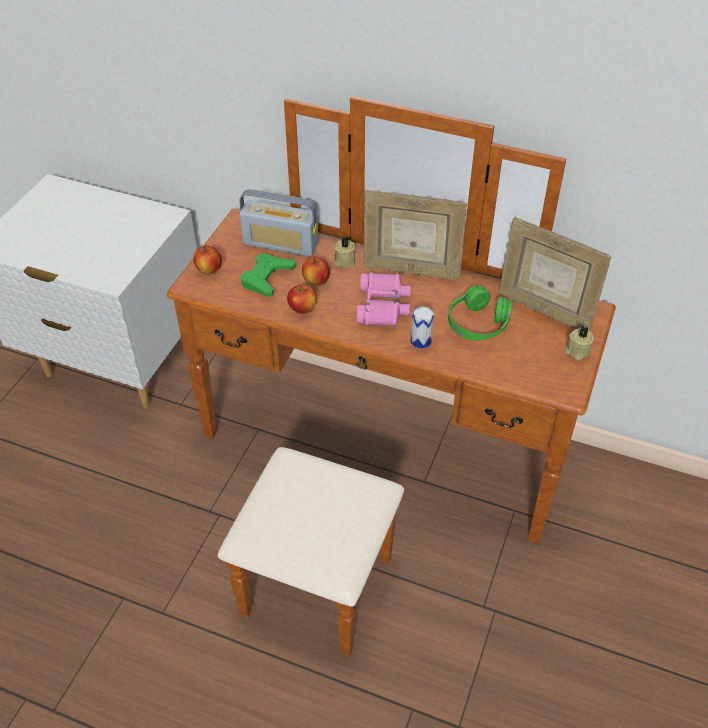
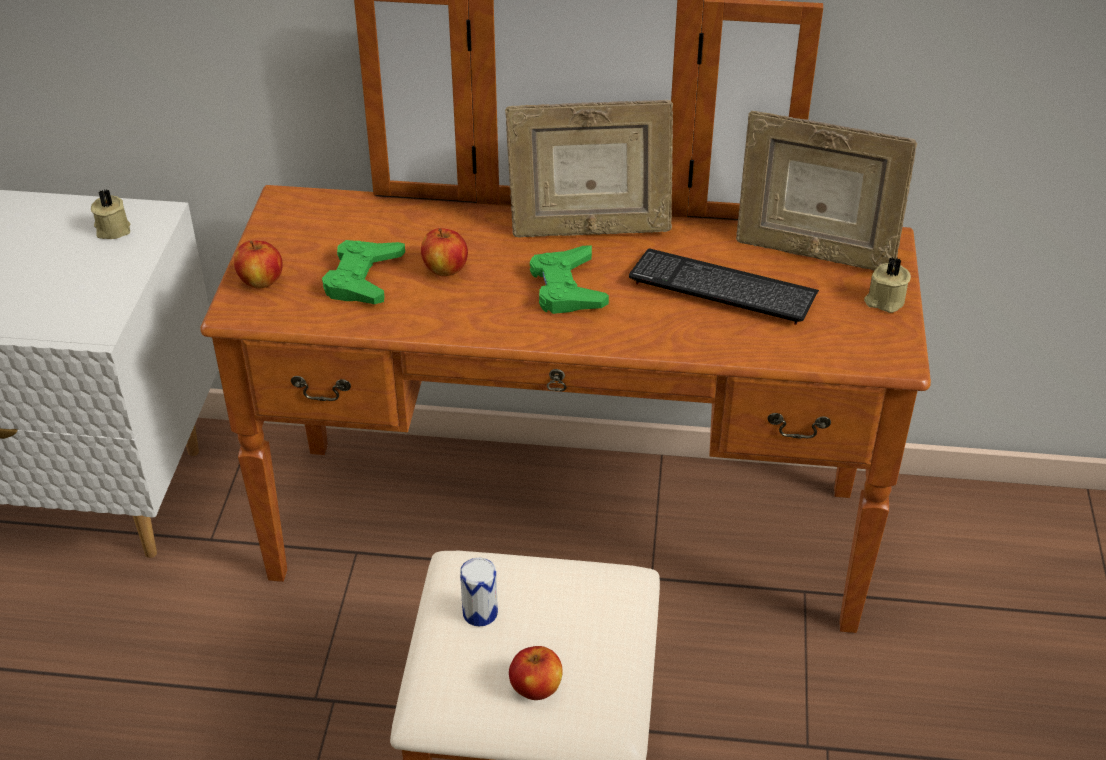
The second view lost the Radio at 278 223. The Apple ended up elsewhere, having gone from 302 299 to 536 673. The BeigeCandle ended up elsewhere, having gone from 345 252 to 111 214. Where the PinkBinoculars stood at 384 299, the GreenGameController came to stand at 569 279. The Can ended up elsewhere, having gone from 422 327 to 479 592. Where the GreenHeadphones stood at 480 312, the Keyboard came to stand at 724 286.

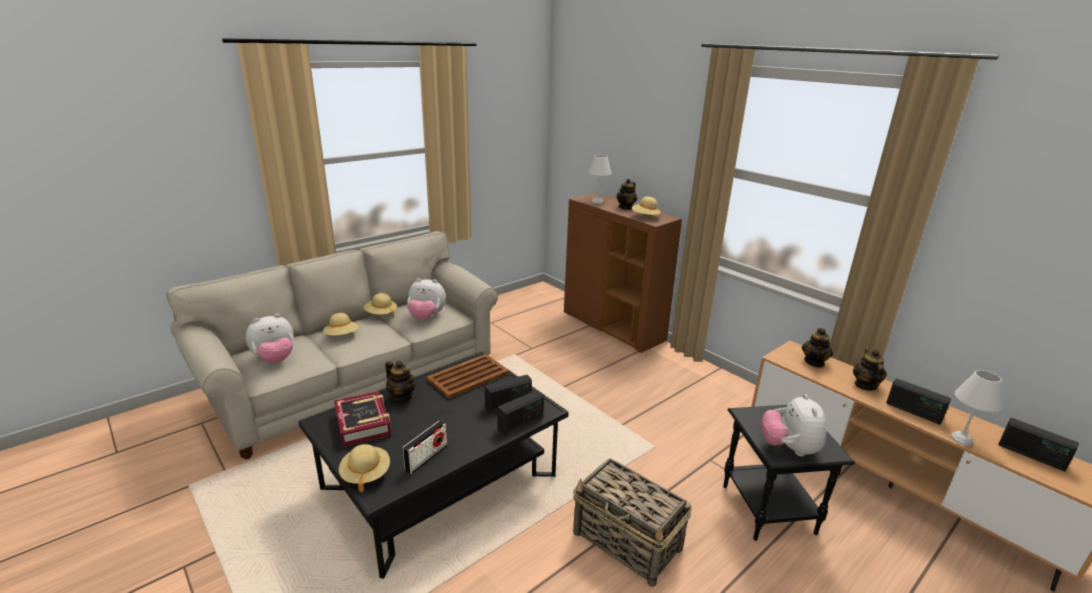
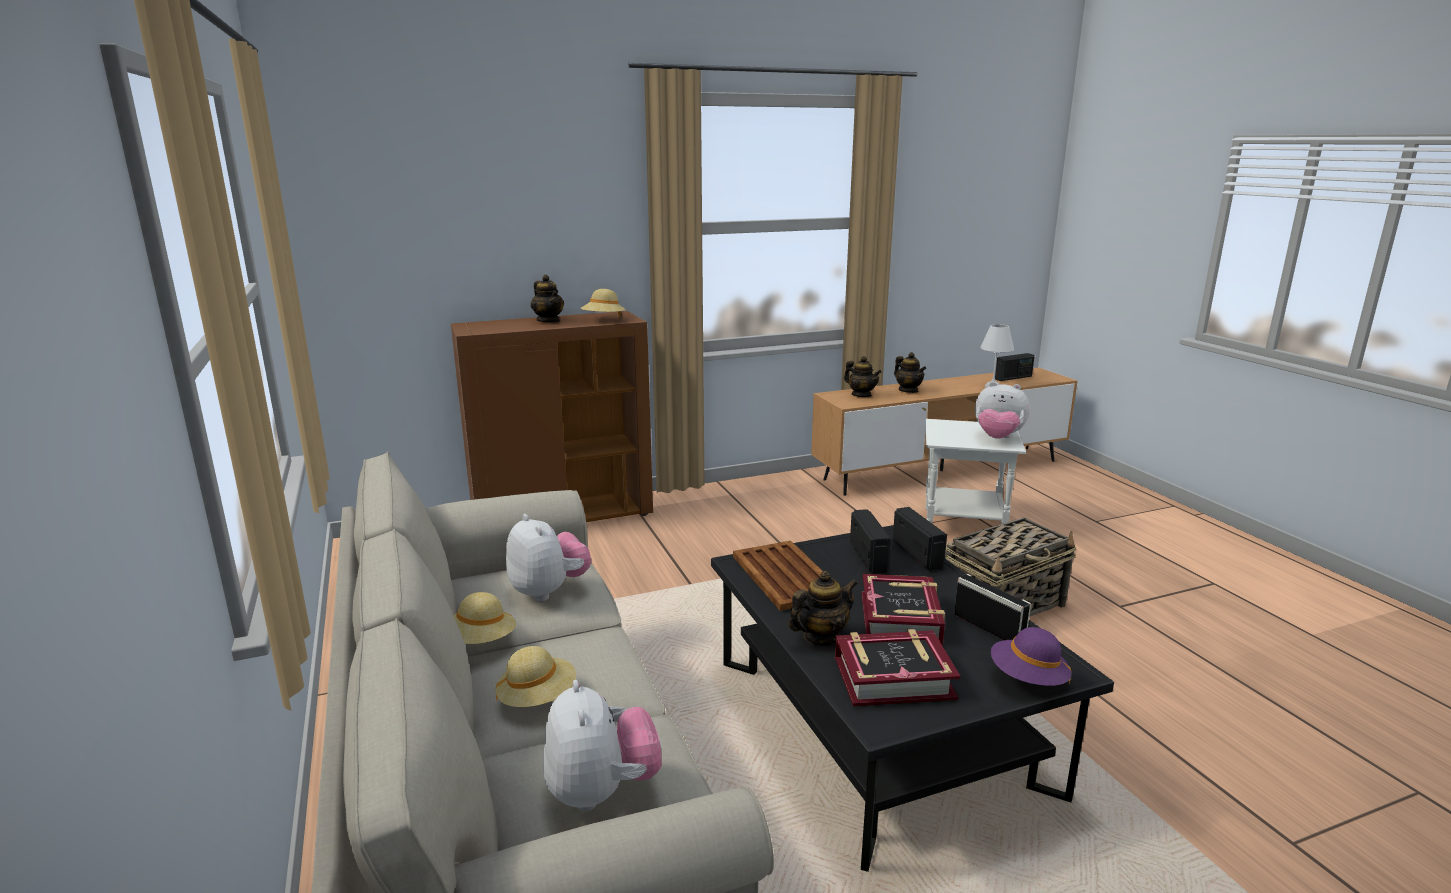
What was the BeigeHat at 364 468 turned into the PurpleHat at 1031 656. The PlushToy at 426 299 ended up facing another way, 60 degrees counterclockwise from before. The second view lost the WhiteTableLamp at 600 179. What was the BlackSideTable at 789 473 turned into the WhiteSideTable at 975 471. The Teapot at 870 370 ended up facing another way, 150 degrees counterclockwise from before. The second view lost the Radio at 918 401. The second view gained the Book at 903 610.

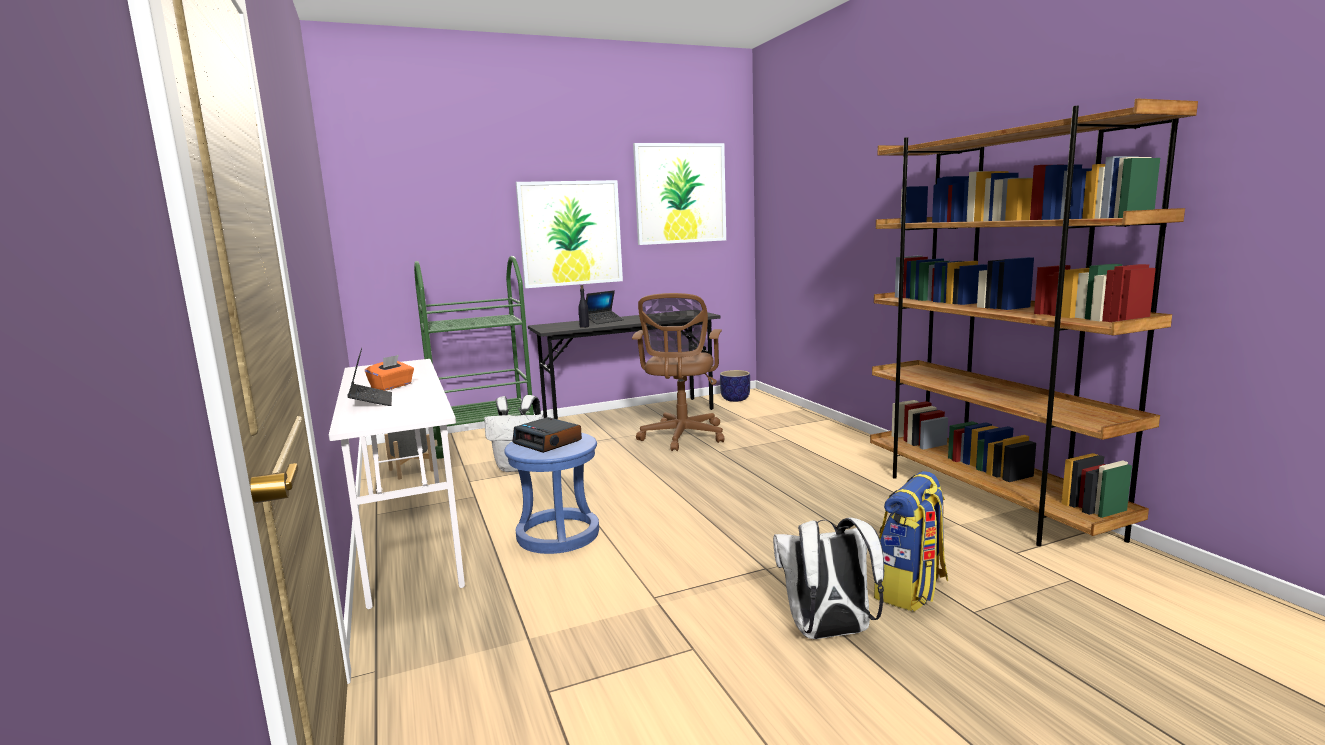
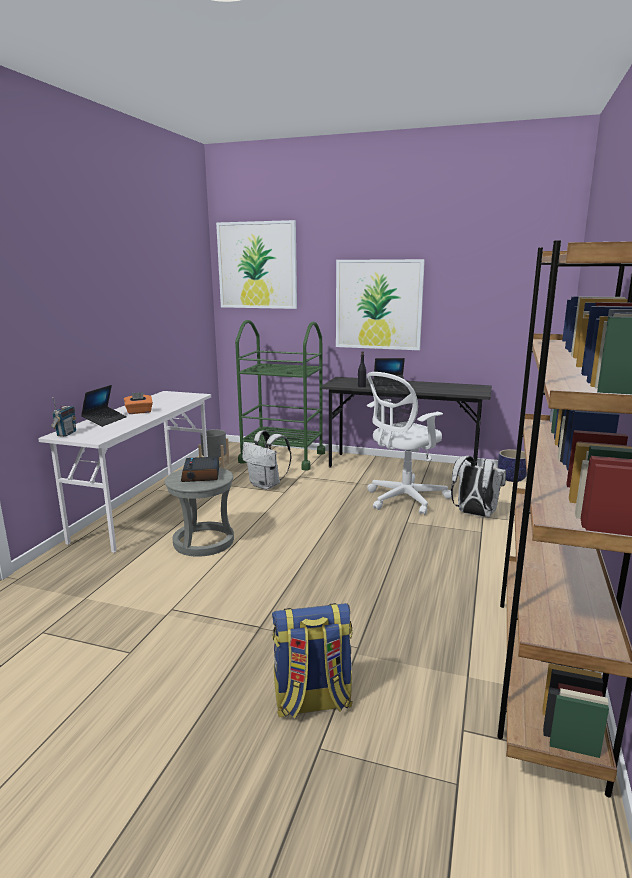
What was the BlueStool at 551 493 turned into the GreyStool at 199 512. What was the BrownOfficeChair at 678 372 turned into the WhiteOfficeChair at 409 443. The Picture ended up elsewhere, having gone from 679 194 to 256 264. The WhiteBackpack ended up elsewhere, having gone from 828 578 to 478 486. The second view gained the Radio at 63 417.

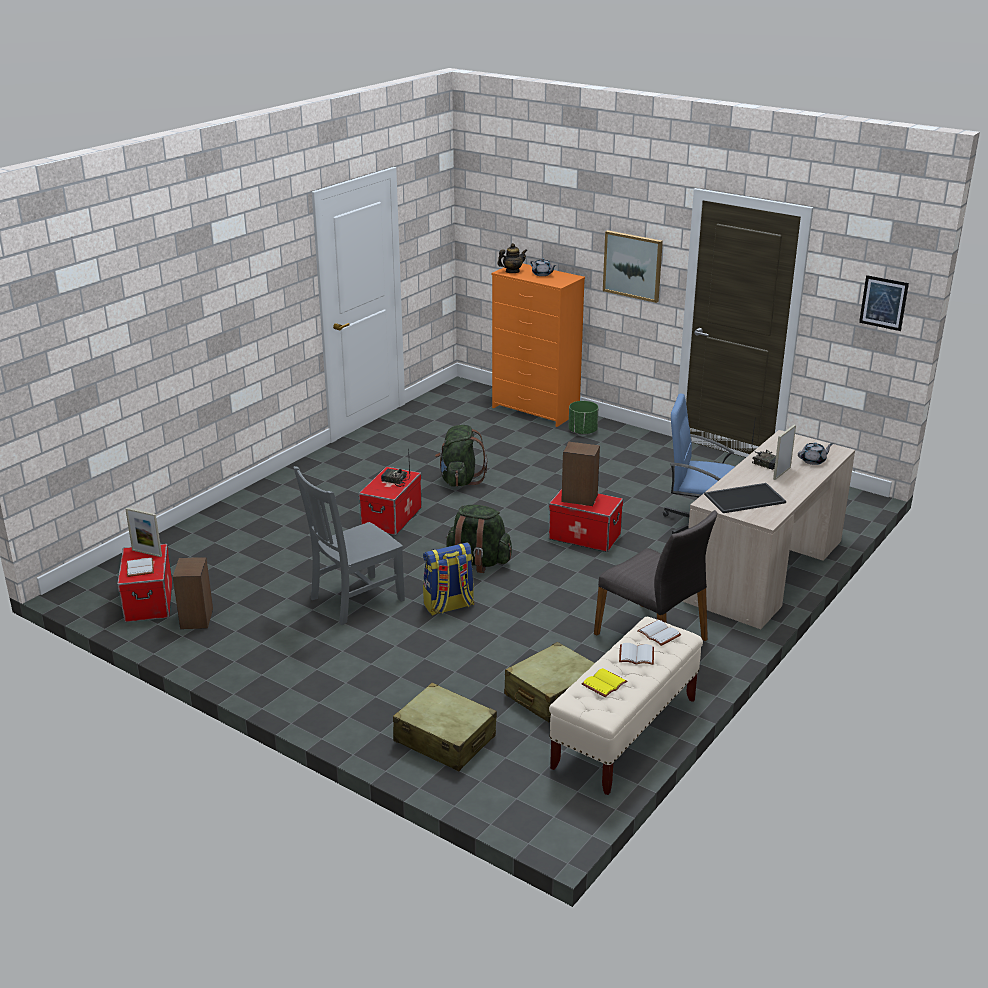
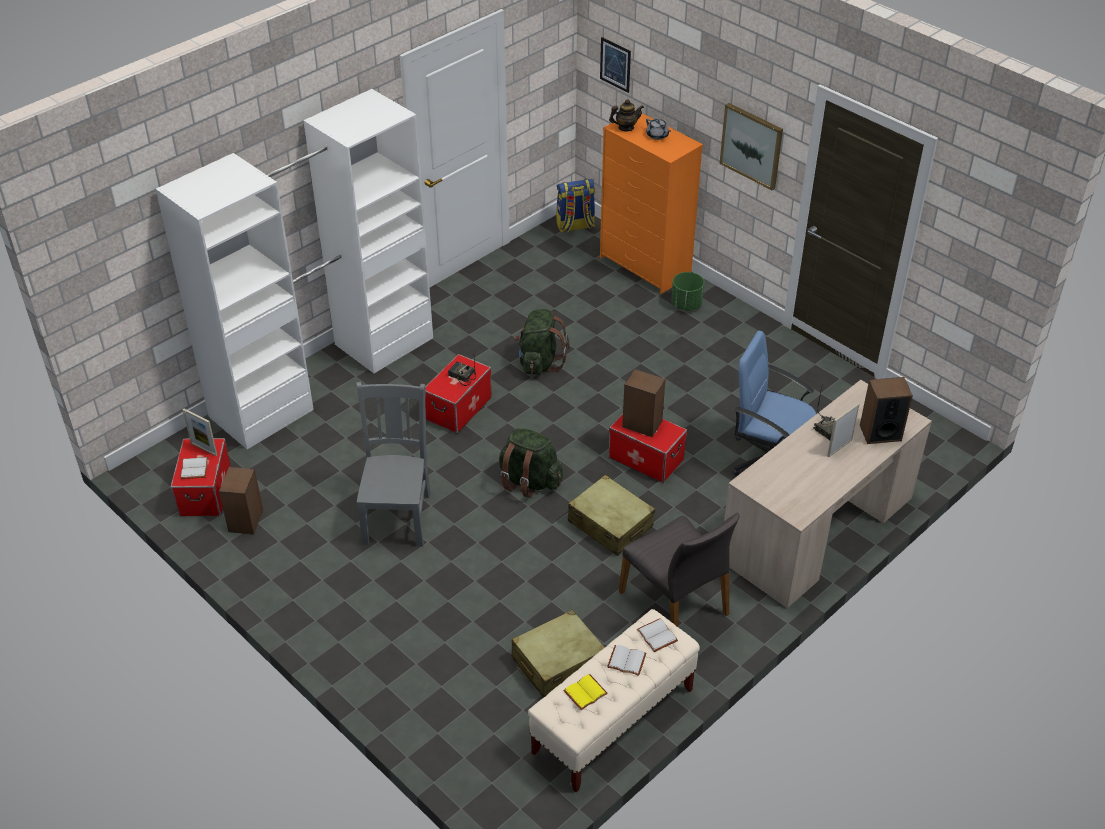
The GreyChair at 349 545 ended up facing another way, 120 degrees clockwise from before. The BeigeSuitcase ended up elsewhere, having gone from 445 727 to 611 515. The Backpack ended up elsewhere, having gone from 449 579 to 575 206. The second view lost the Tray at 745 498. Where the GreyTeapot stood at 815 454, the Speaker came to stand at 886 410. The Picture ended up elsewhere, having gone from 884 303 to 615 65. The second view gained the WhiteWardrobe at 294 269.

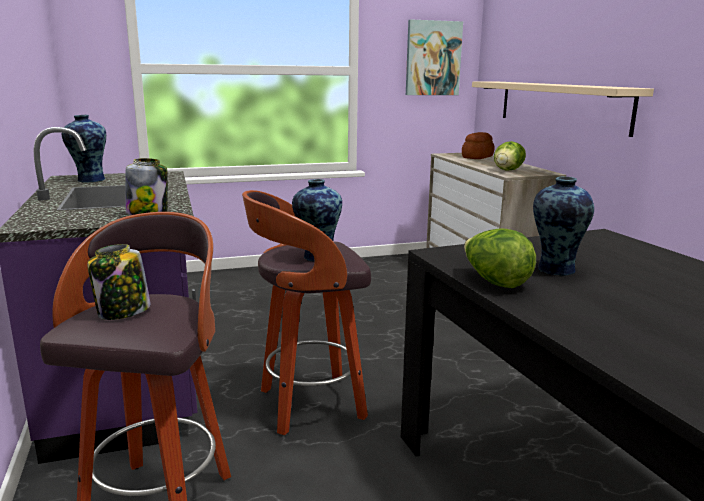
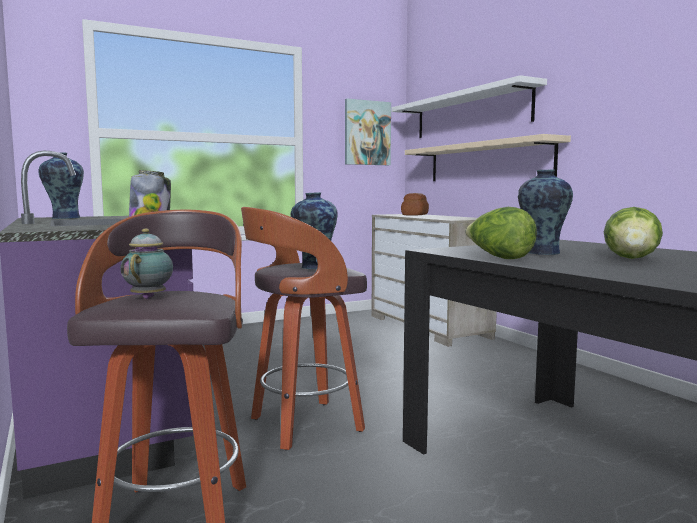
Where the Jar stood at 119 282, the Teapot came to stand at 146 263. The Lettuce ended up elsewhere, having gone from 510 155 to 633 233. The second view gained the WhiteShelf at 469 106.

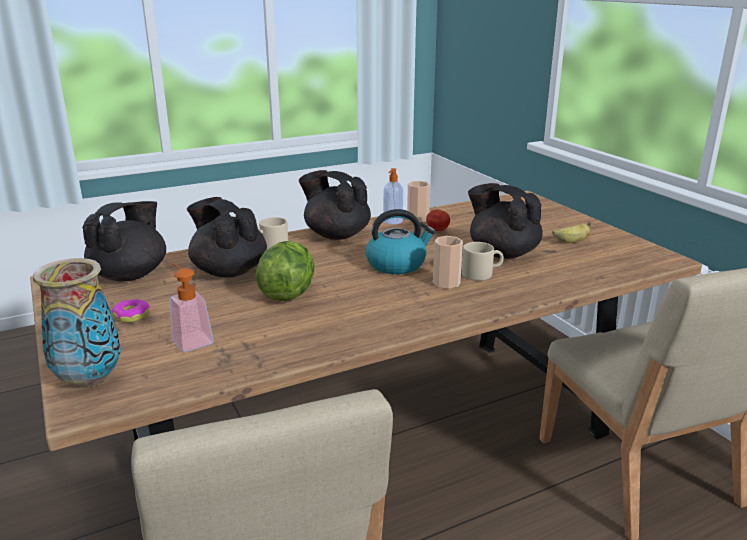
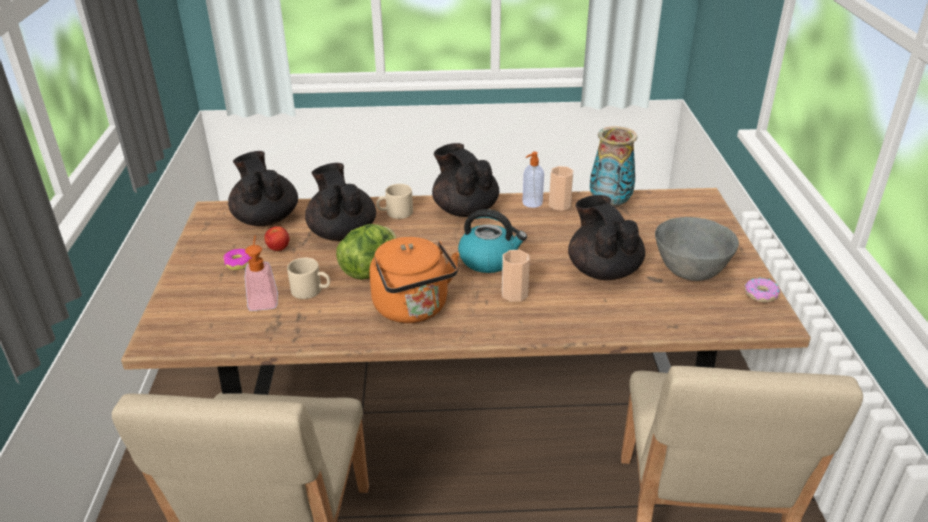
The Vase ended up elsewhere, having gone from 77 323 to 613 167. The BlackTeapot at 124 241 ended up facing another way, 75 degrees counterclockwise from before. The Tomato ended up elsewhere, having gone from 438 220 to 276 238. The BeigeMug ended up elsewhere, having gone from 483 261 to 308 278. Where the Banana stood at 571 232, the GreyBowl came to stand at 697 249. The second view gained the OrangeKettle at 414 280. The second view gained the Donut at 762 289.

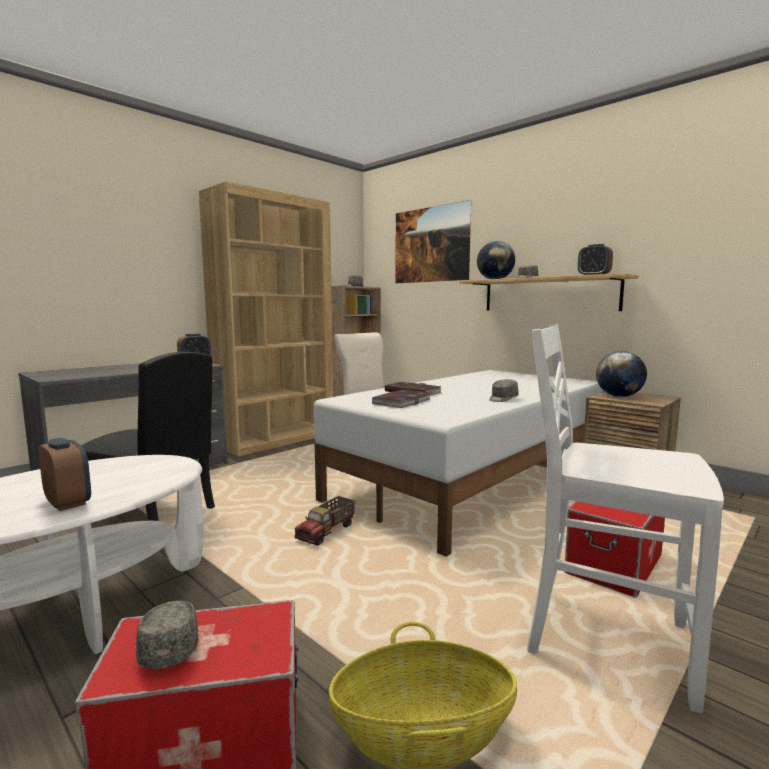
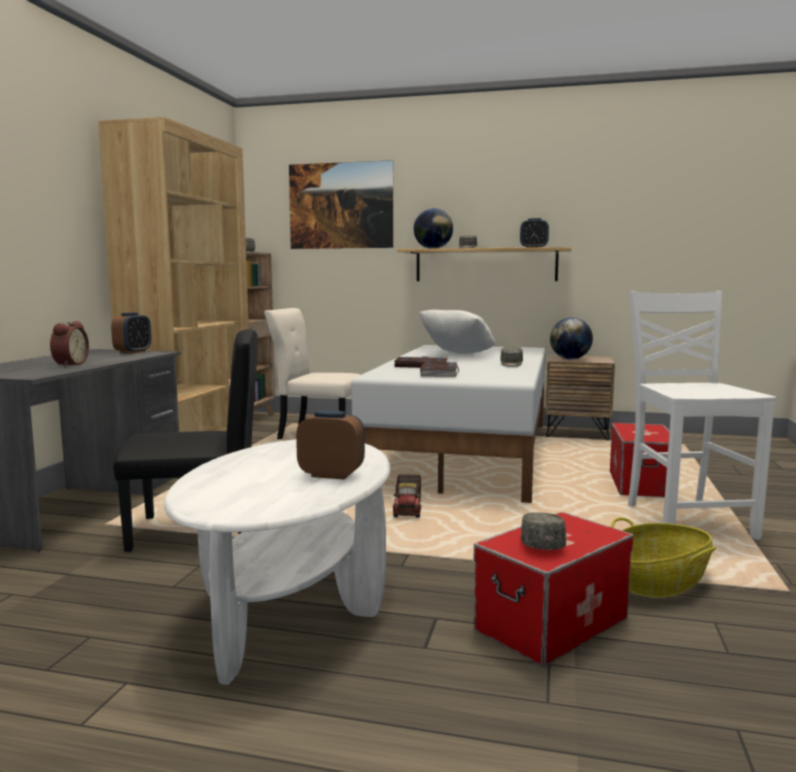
The GreyCap at 167 635 ended up facing another way, 45 degrees clockwise from before. The WhiteChair at 625 519 ended up facing another way, 90 degrees clockwise from before. The second view gained the AlarmClock at 69 344. The second view gained the WhitePillow at 457 332.

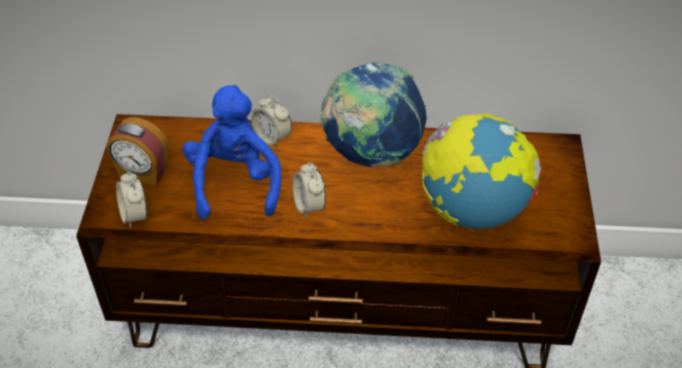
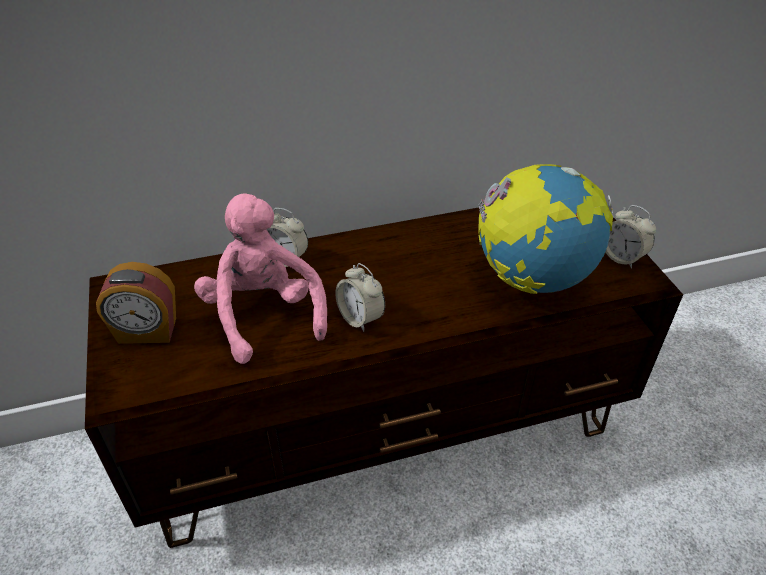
The AlarmClock ended up elsewhere, having gone from 131 199 to 630 237. What was the BluePlushToy at 232 152 turned into the PinkPlushToy at 260 278. The second view lost the Globe at 374 115.

